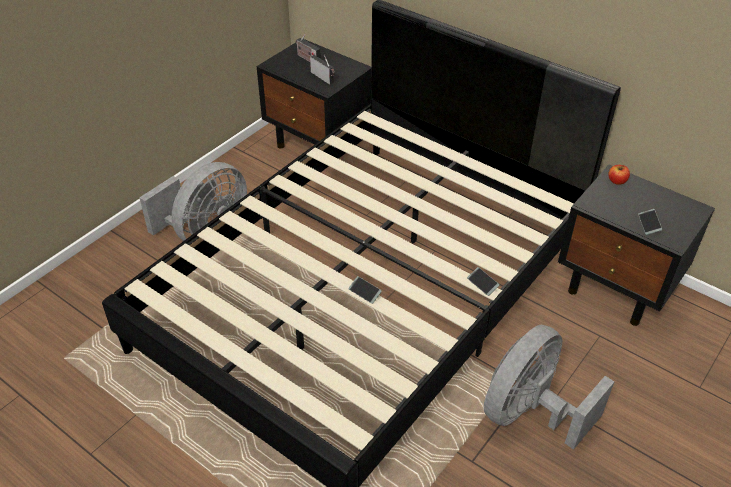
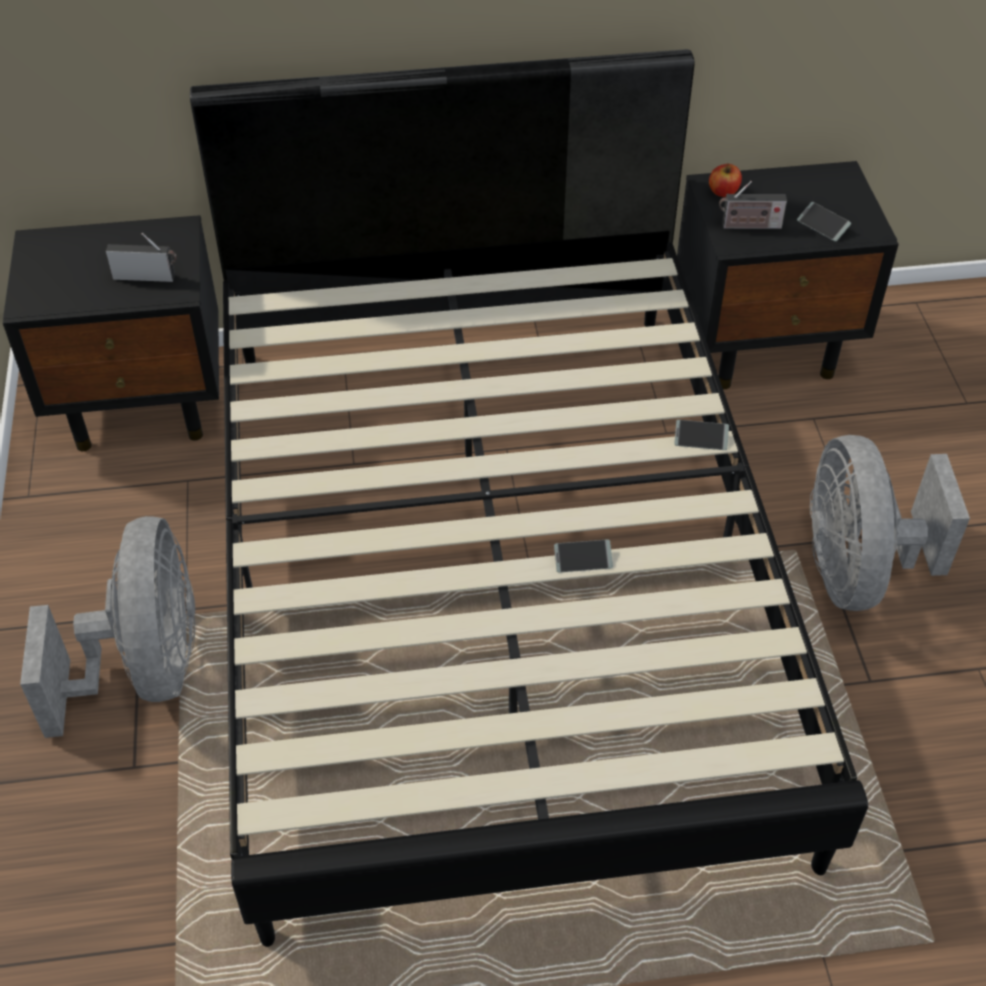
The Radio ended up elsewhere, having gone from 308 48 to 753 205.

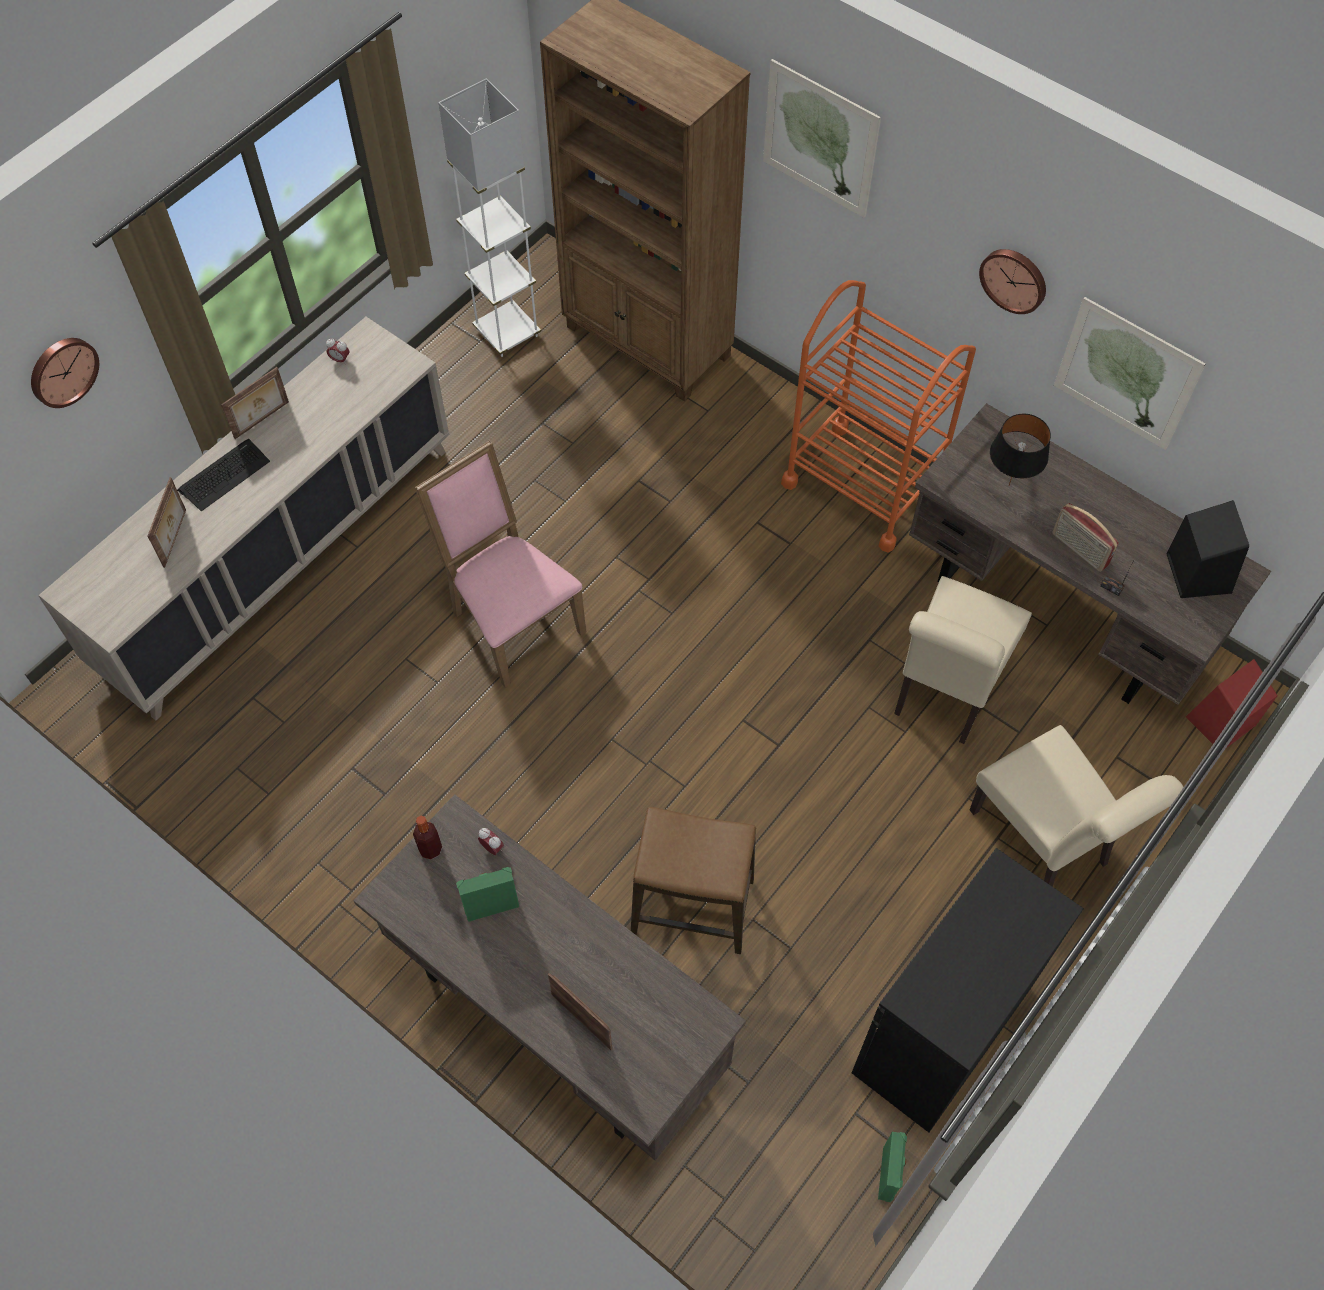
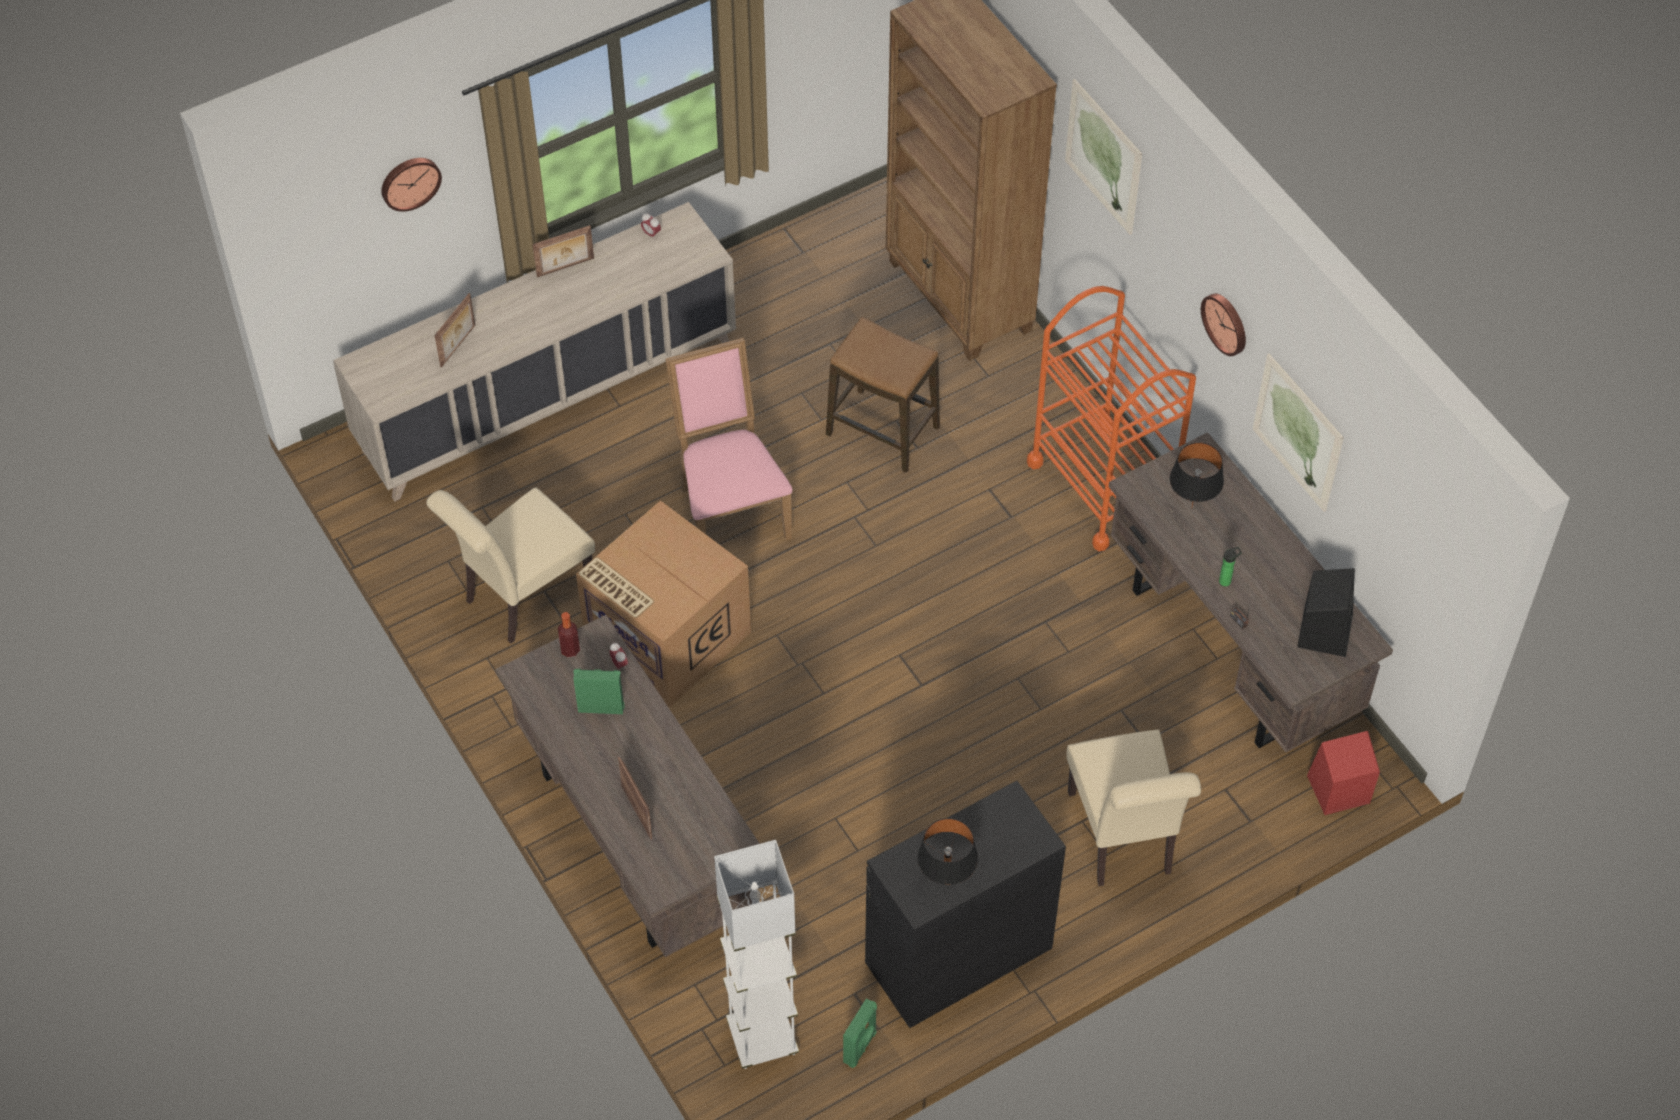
The second view lost the Keyboard at 223 475. The WhiteFloorLamp ended up elsewhere, having gone from 490 217 to 756 954. The Stool ended up elsewhere, having gone from 693 880 to 883 395. The BeigeChair ended up elsewhere, having gone from 963 660 to 510 565. Where the Radio stood at 1085 537, the Bottle came to stand at 1230 566. The second view gained the CardboardBox at 663 603. The second view gained the BlackTableLamp at 947 851.

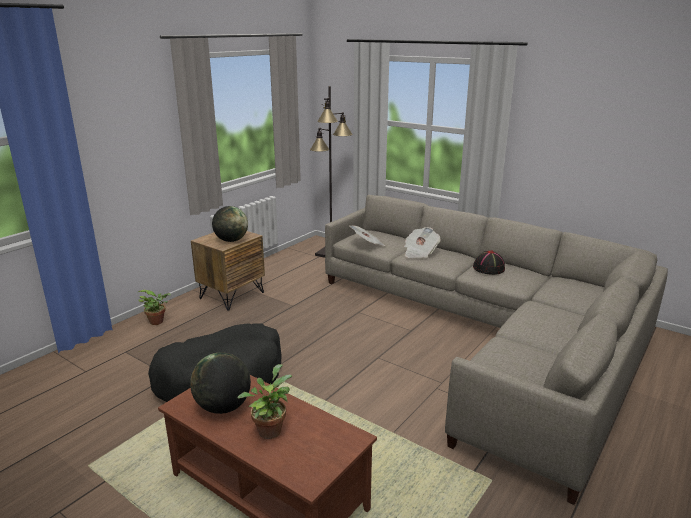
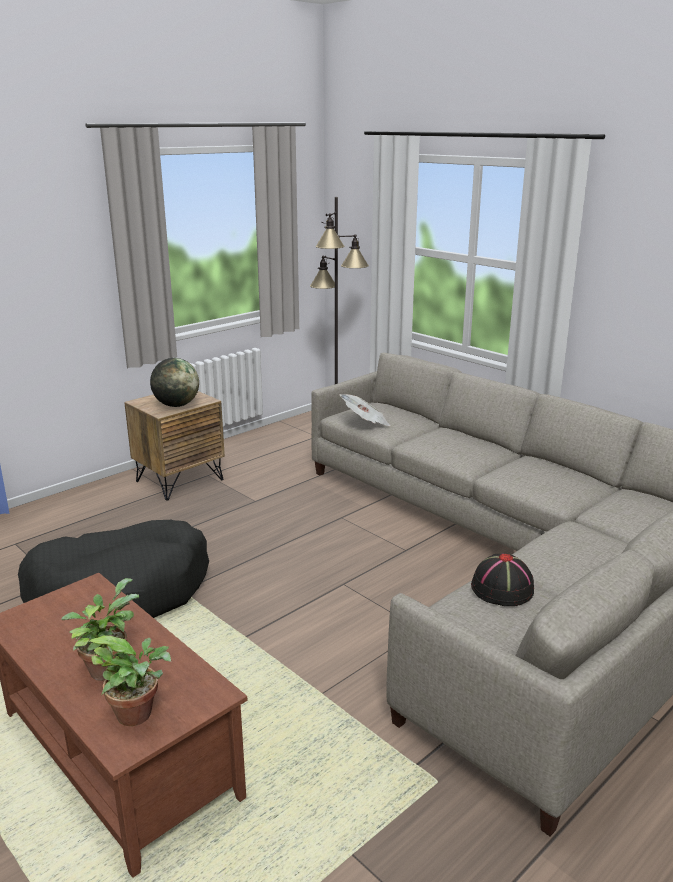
The PottedPlant ended up elsewhere, having gone from 154 307 to 129 680. The second view lost the Globe at 220 383. The second view lost the Newspaper at 422 242. The BlackHat ended up elsewhere, having gone from 489 263 to 502 580.

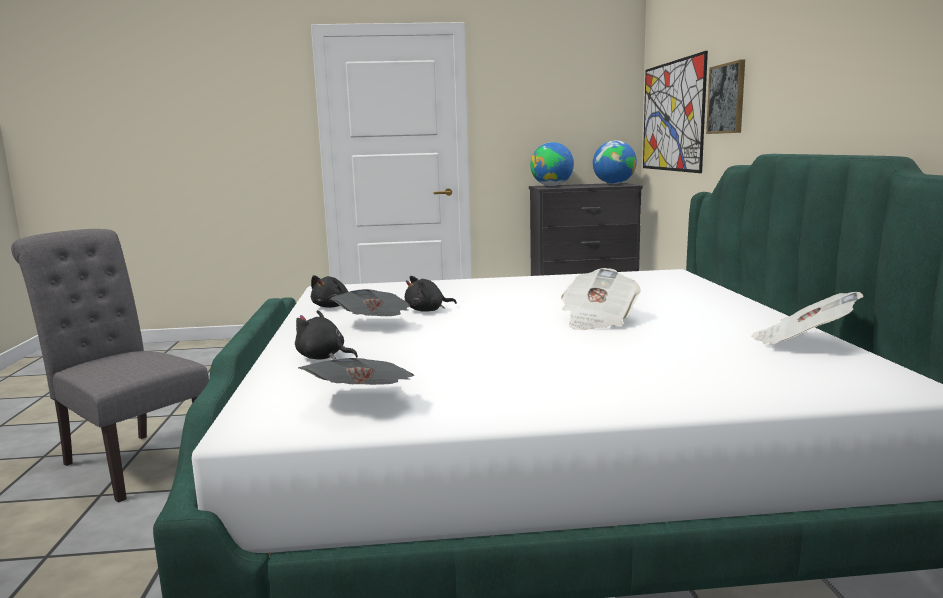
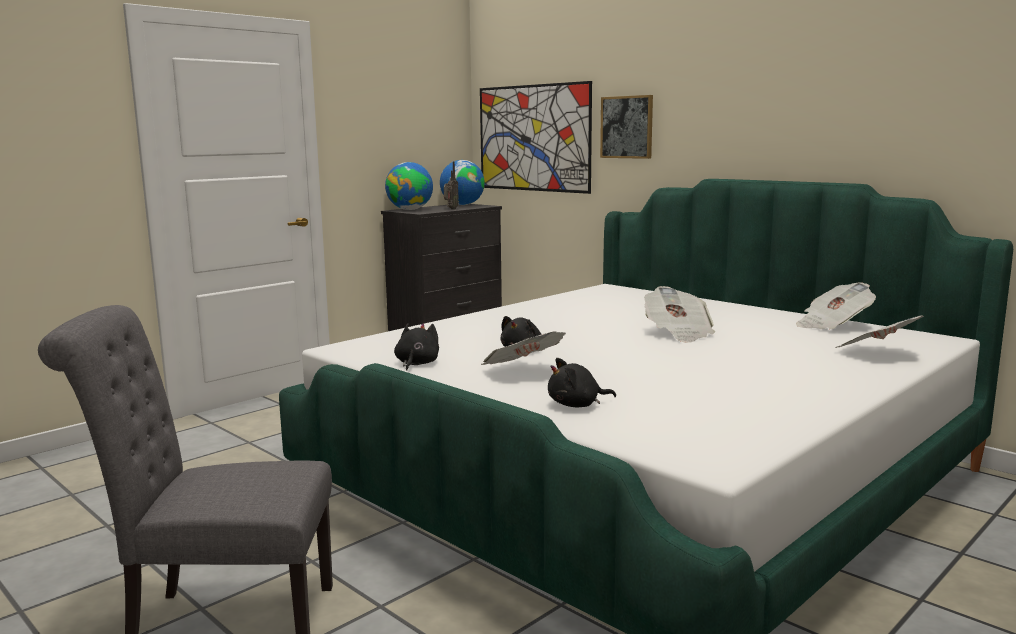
The Newspaper ended up elsewhere, having gone from 356 371 to 879 331. The BlackPlushToy at 330 291 ended up facing another way, 150 degrees counterclockwise from before. The second view gained the Radio at 451 185.

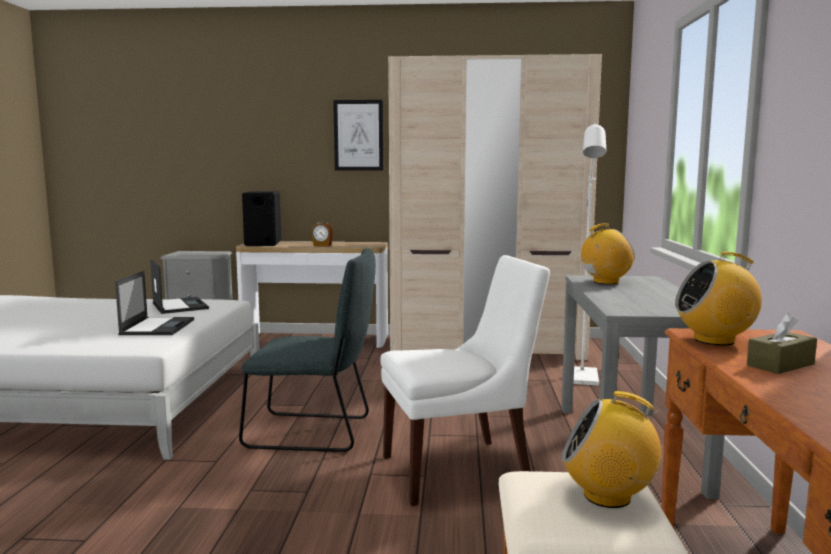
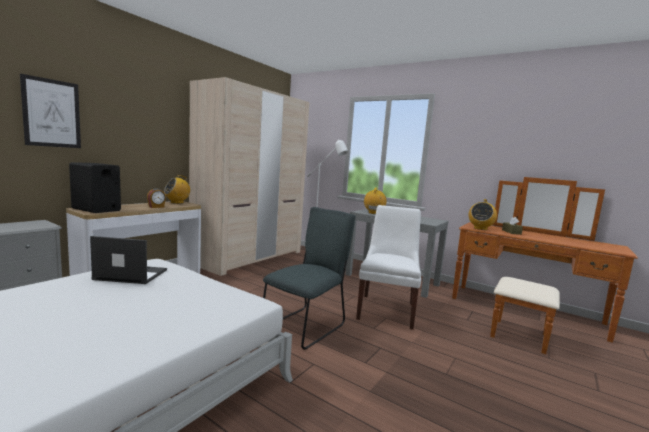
The second view lost the Laptop at 154 303. The Picture ended up elsewhere, having gone from 358 135 to 50 111. The Radio ended up elsewhere, having gone from 611 449 to 177 189.

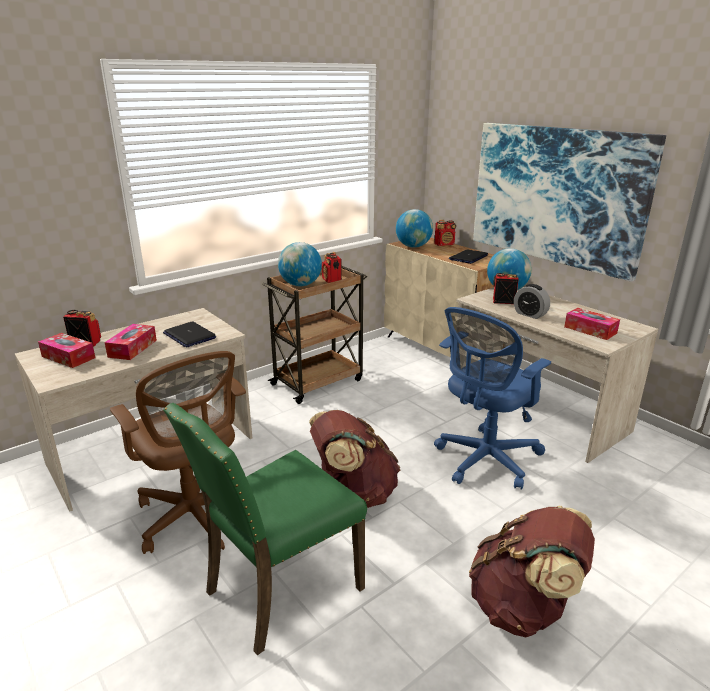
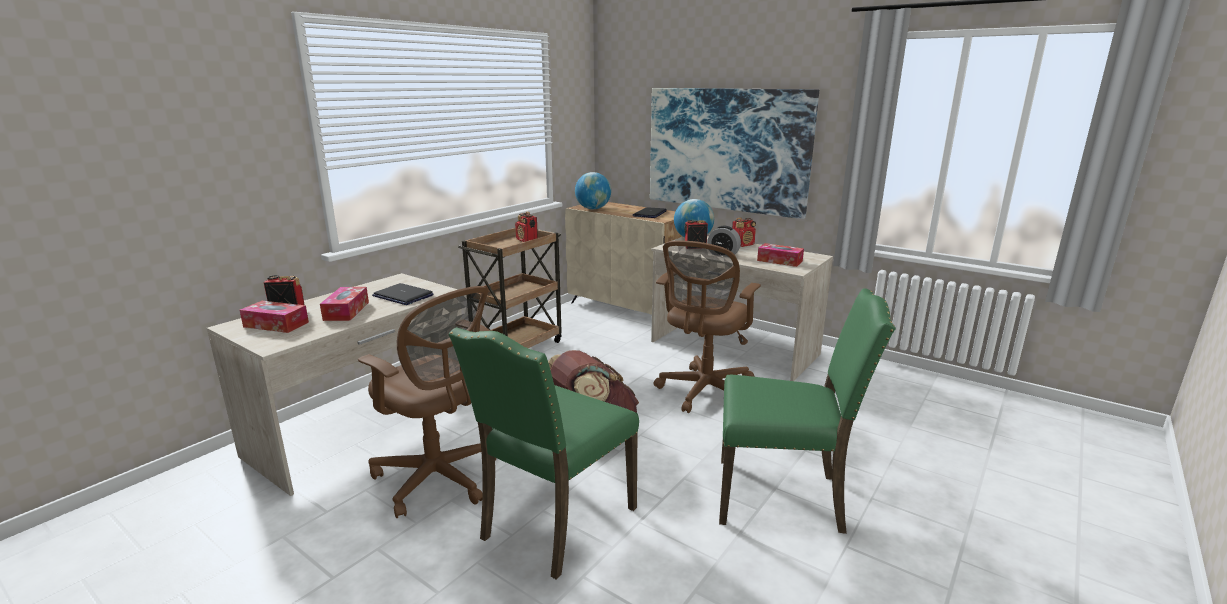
The second view lost the Globe at 300 264. The Radio ended up elsewhere, having gone from 445 233 to 744 232. What was the BlueOfficeChair at 492 398 turned into the BrownOfficeChair at 707 326. Where the BrownBackpack stood at 532 571, the GreenChair came to stand at 807 411.

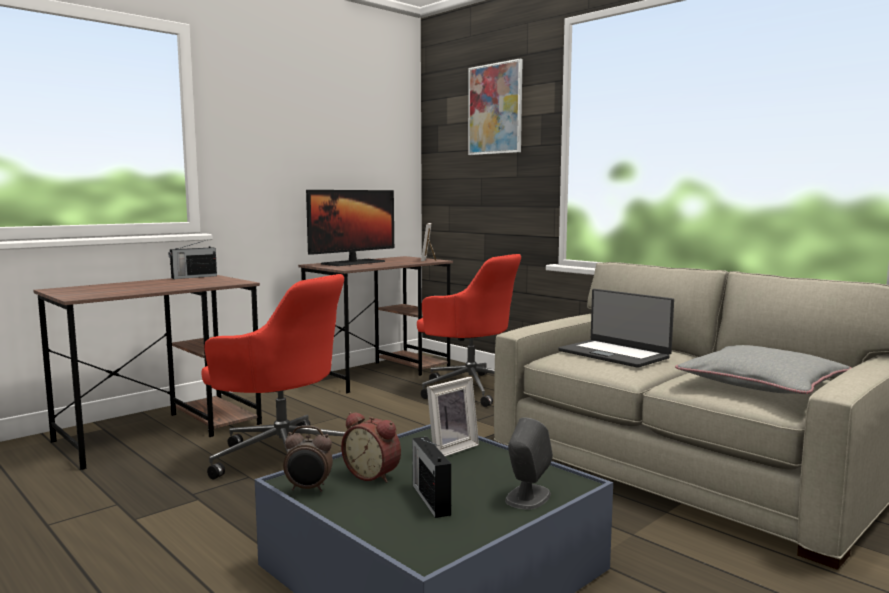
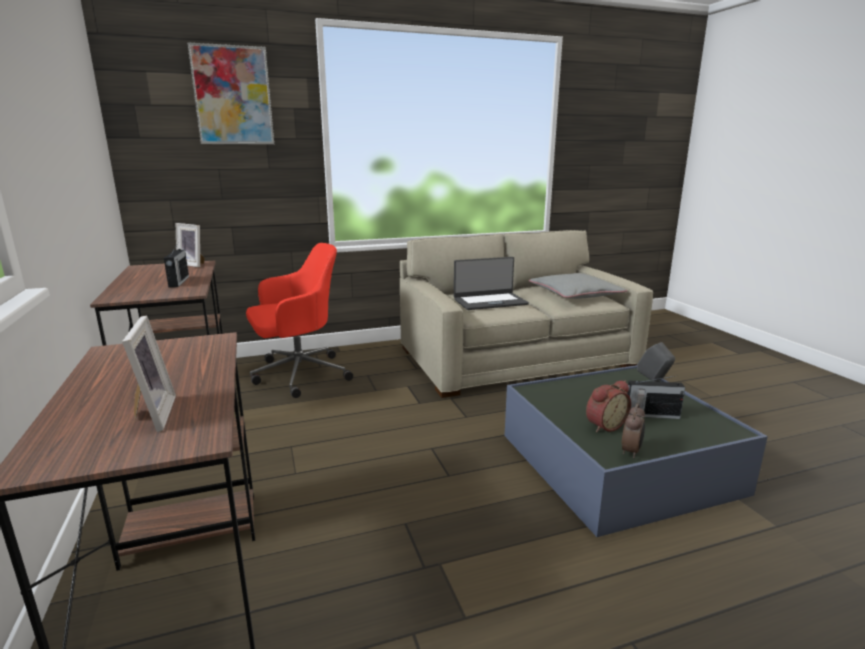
The Radio ended up elsewhere, having gone from 192 259 to 176 265. The second view lost the RedOfficeChair at 273 376. The second view lost the Monitor at 350 228. The PictureFrame ended up elsewhere, having gone from 453 417 to 149 374.

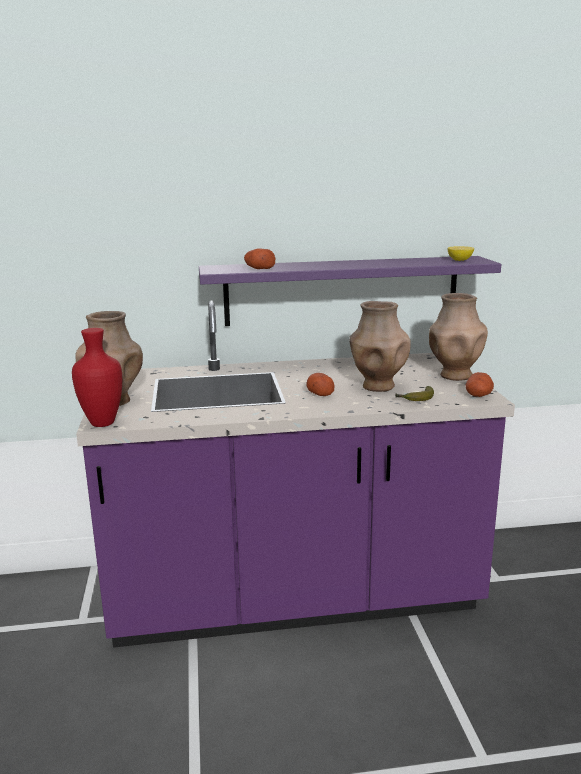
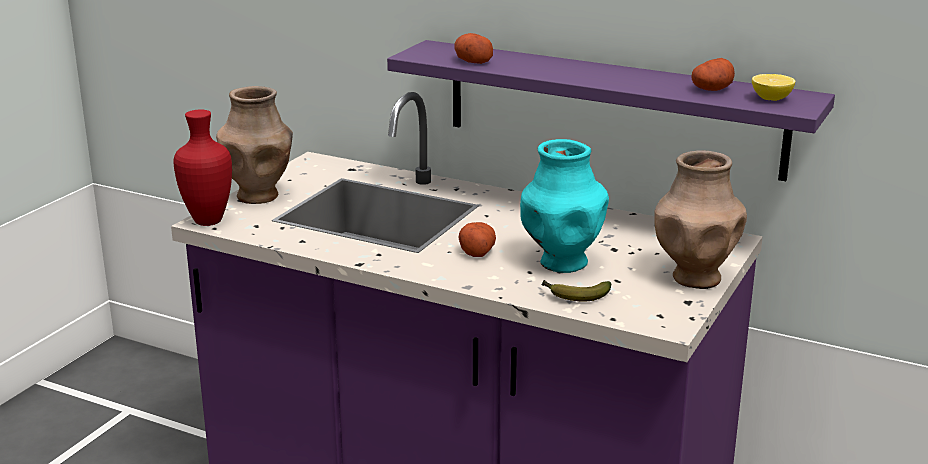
What was the BrownVase at 380 346 turned into the TurquoiseVase at 564 206. The Potato ended up elsewhere, having gone from 479 384 to 713 74.

